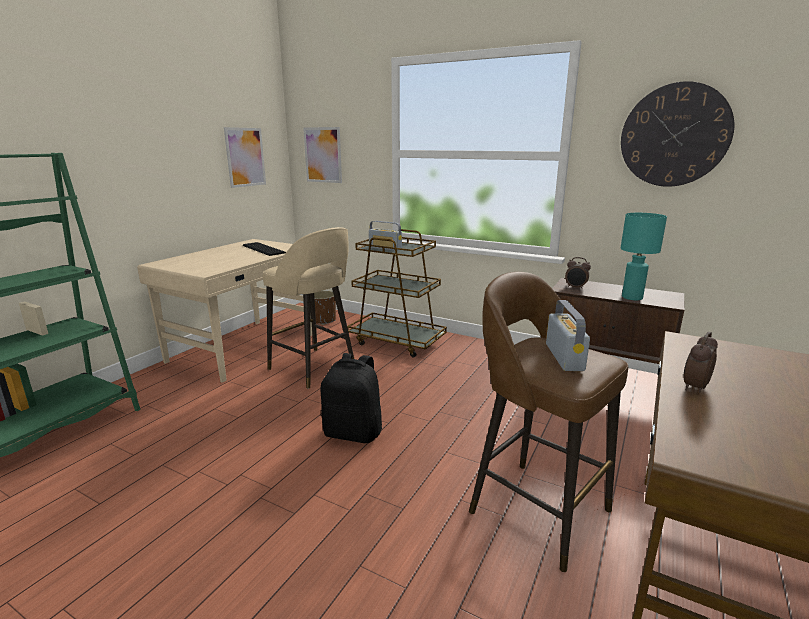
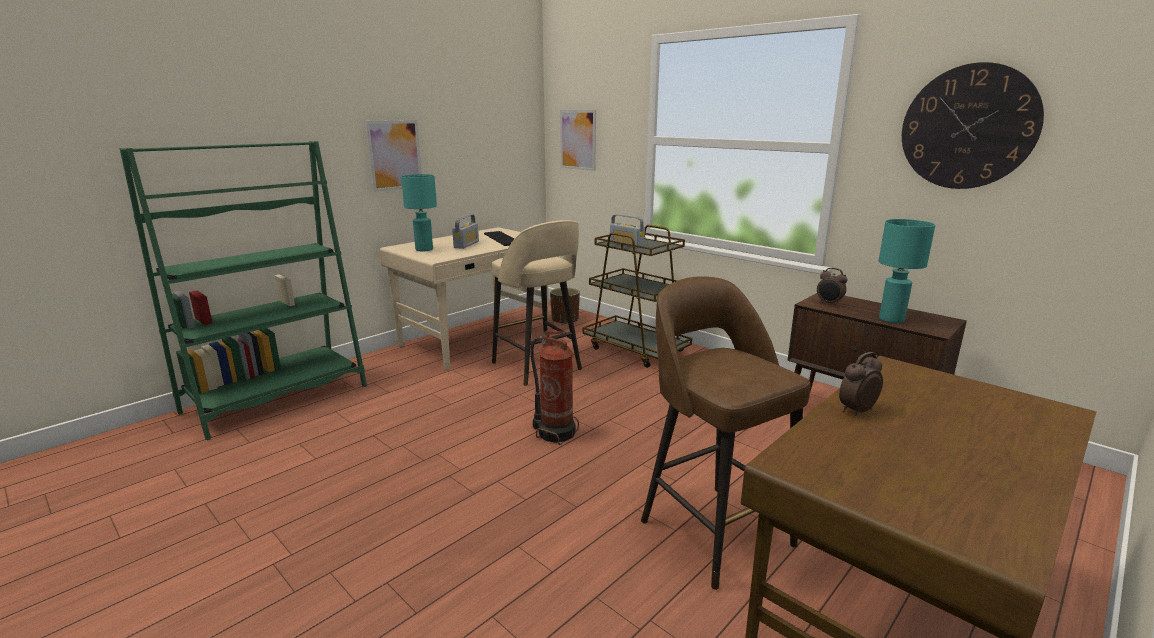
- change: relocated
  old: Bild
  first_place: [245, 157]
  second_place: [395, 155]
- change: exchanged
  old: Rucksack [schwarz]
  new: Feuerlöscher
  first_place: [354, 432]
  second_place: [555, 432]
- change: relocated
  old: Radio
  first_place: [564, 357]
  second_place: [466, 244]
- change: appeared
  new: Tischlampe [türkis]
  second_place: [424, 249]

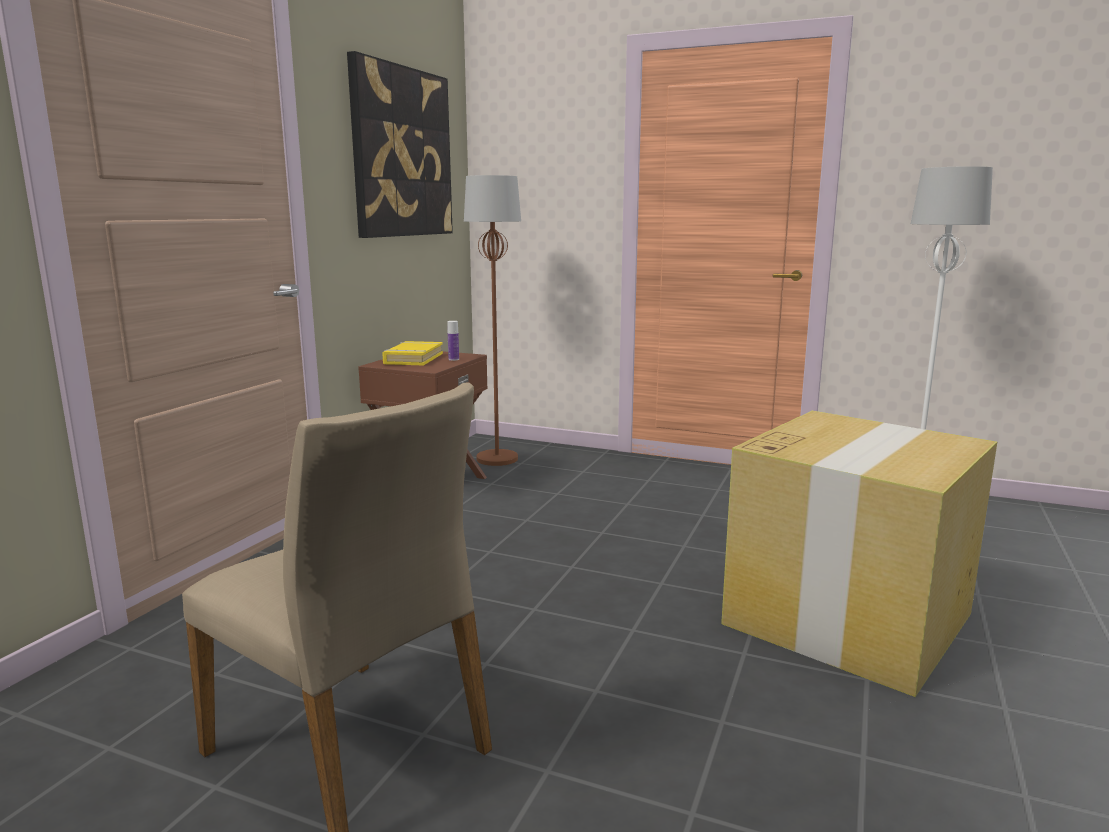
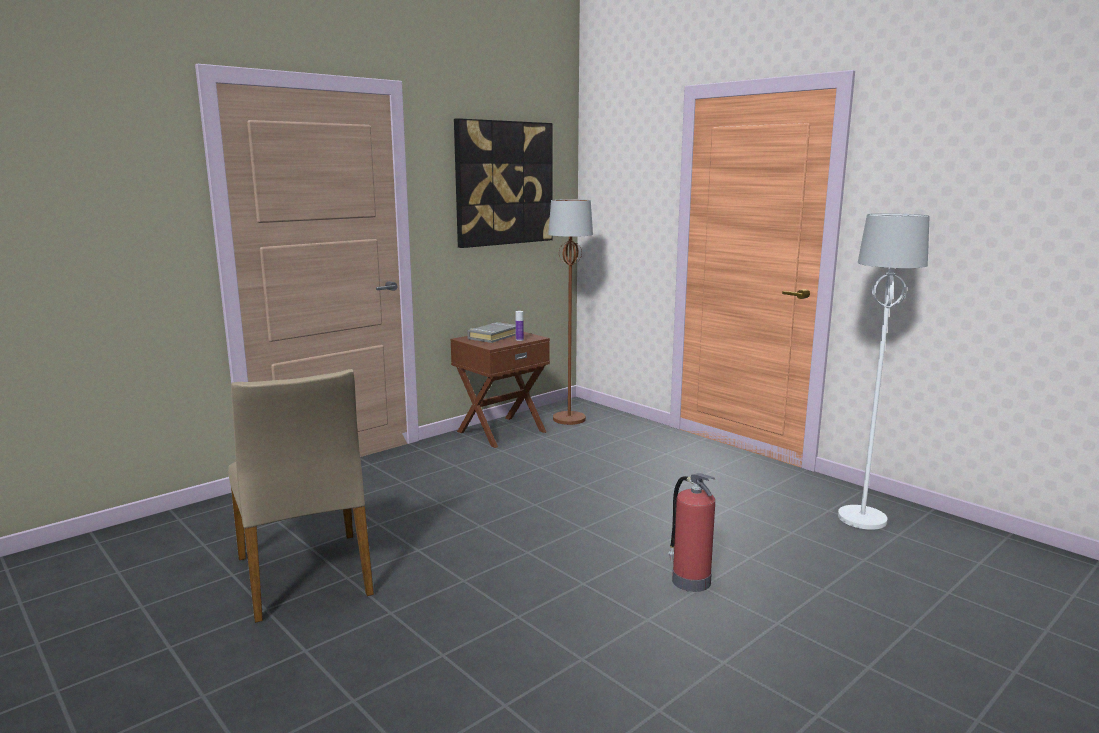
- change: colour
  old: Buch [gelb]
  new: Buch [grau]
  first_place: [413, 359]
  second_place: [493, 336]
- change: exchanged
  old: Karton
  new: Feuerlöscher
  first_place: [848, 617]
  second_place: [690, 580]

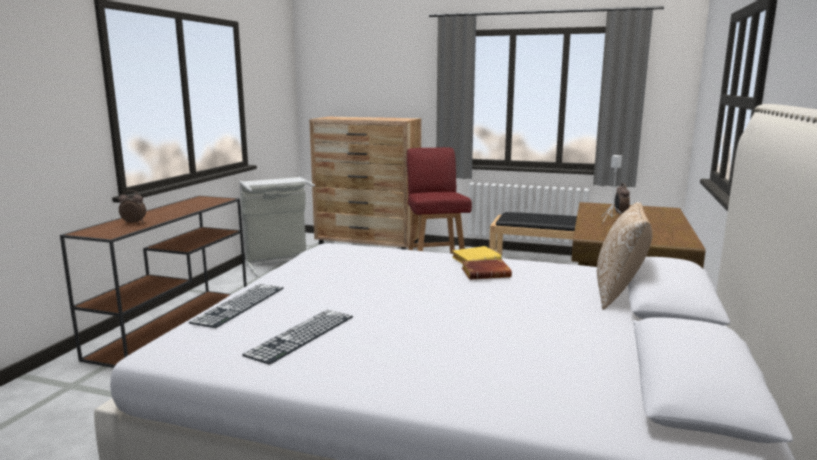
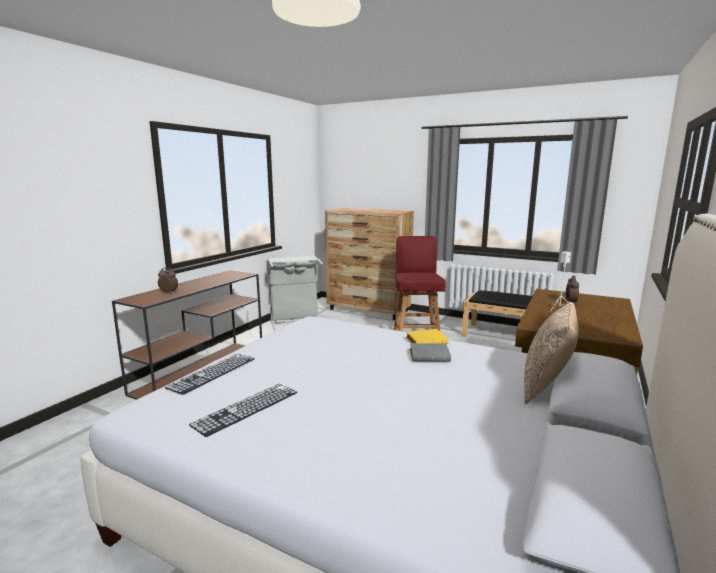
- change: colour
  old: Buch [braun]
  new: Buch [grau]
  first_place: [486, 274]
  second_place: [430, 356]

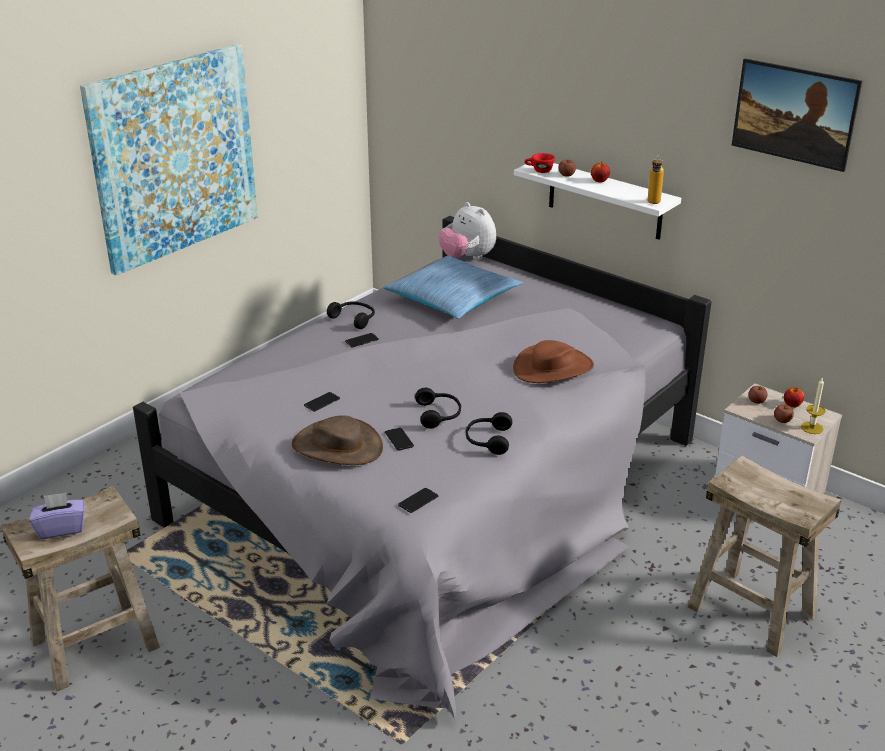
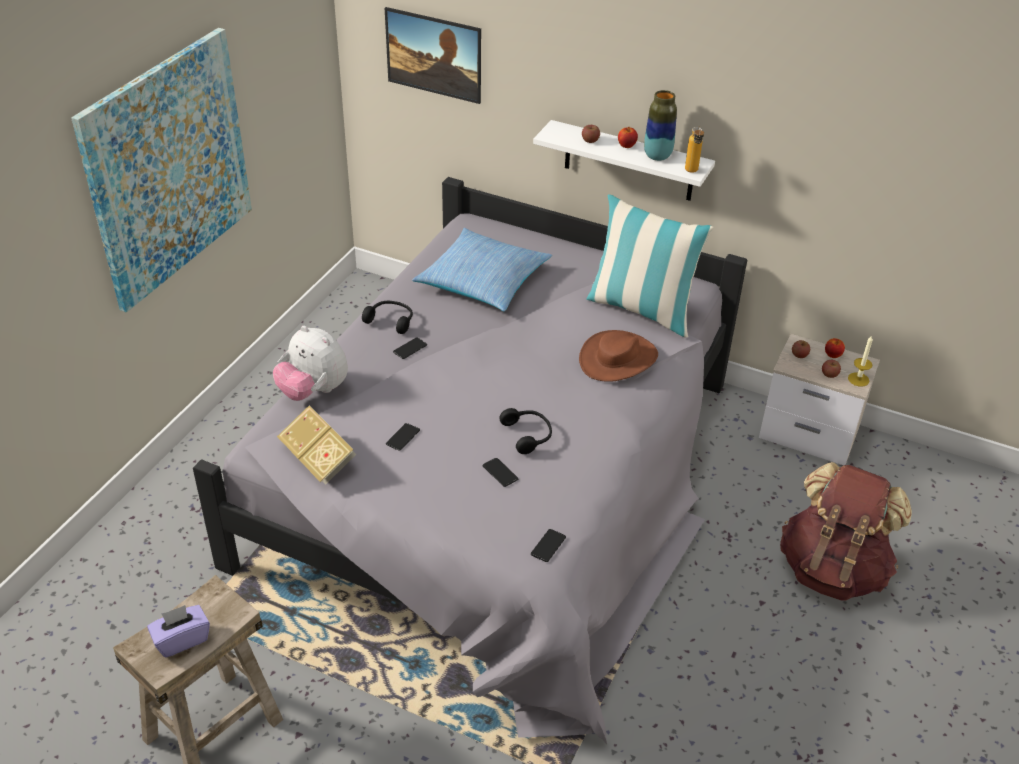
- change: missing
  old: Hut [braun]
  first_place: [337, 446]
- change: relocated
  old: Plüschtier
  first_place: [467, 258]
  second_place: [313, 391]
- change: missing
  old: Kopfhörer [schwarz]
  first_place: [487, 440]
- change: missing
  old: Tasse [rot]
  first_place: [539, 171]
- change: exchanged
  old: Hocker [beige]
  new: Rucksack [braun]
  first_place: [752, 611]
  second_place: [832, 569]
- change: relocated
  old: Bild
  first_place: [790, 136]
  second_place: [434, 73]
- change: appeared
  new: Buch
  second_place: [319, 459]
- change: appeared
  new: Kissen
  second_place: [641, 310]
- change: appeared
  new: Vase
  second_place: [657, 156]

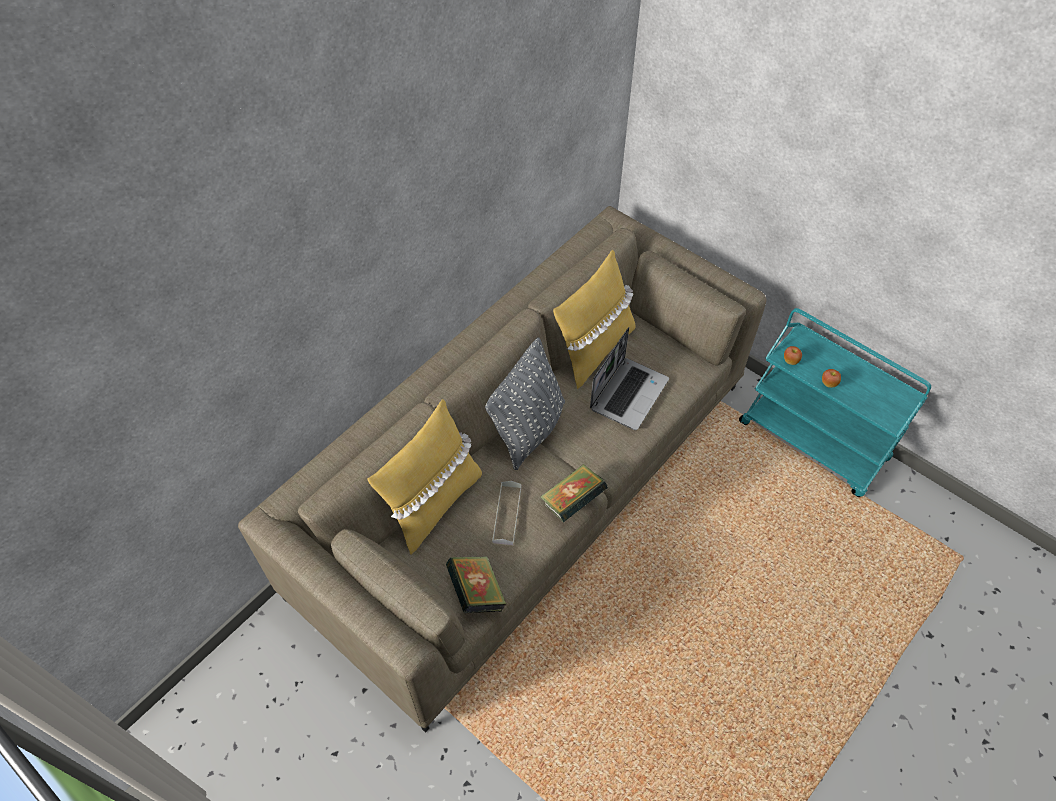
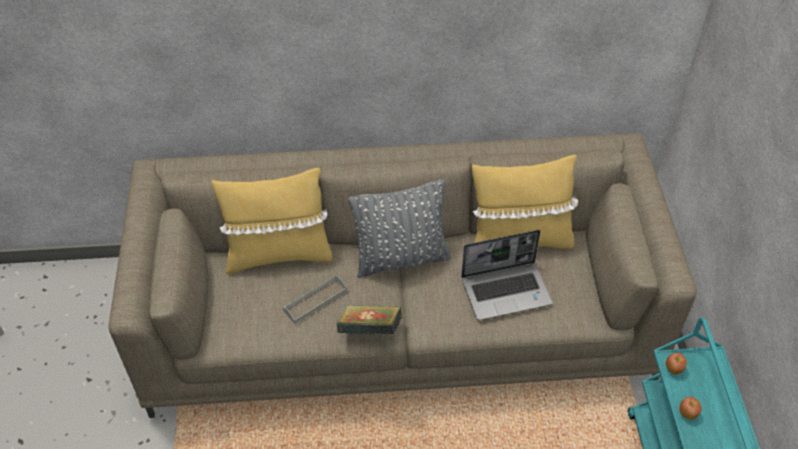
- change: missing
  old: Buch
  first_place: [476, 592]

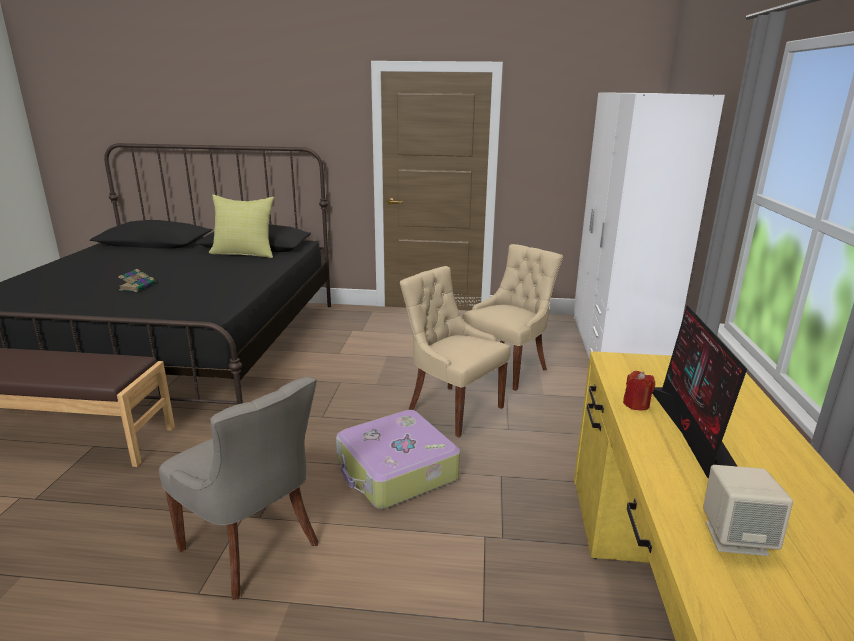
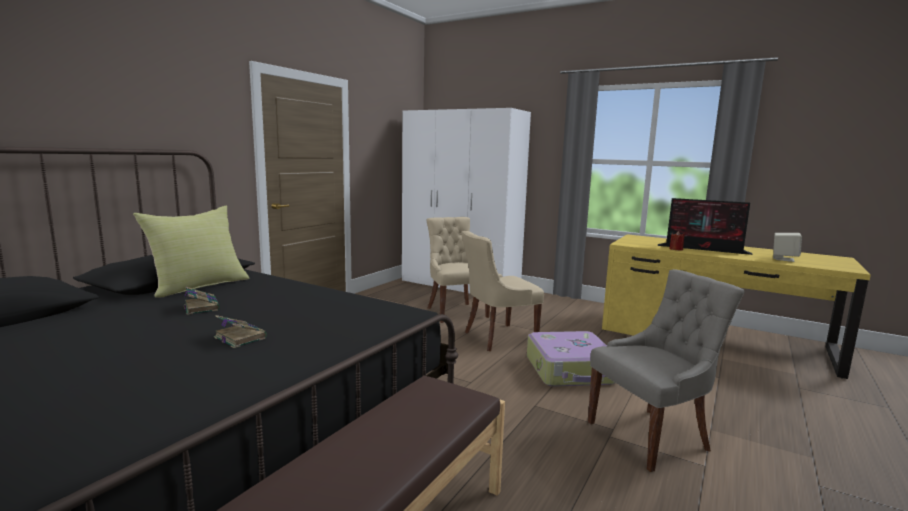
- change: appeared
  new: Buch
  second_place: [201, 307]

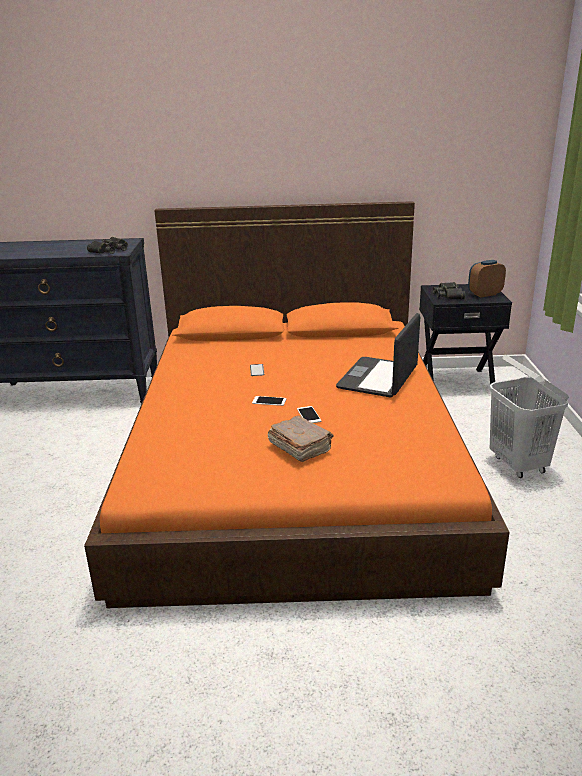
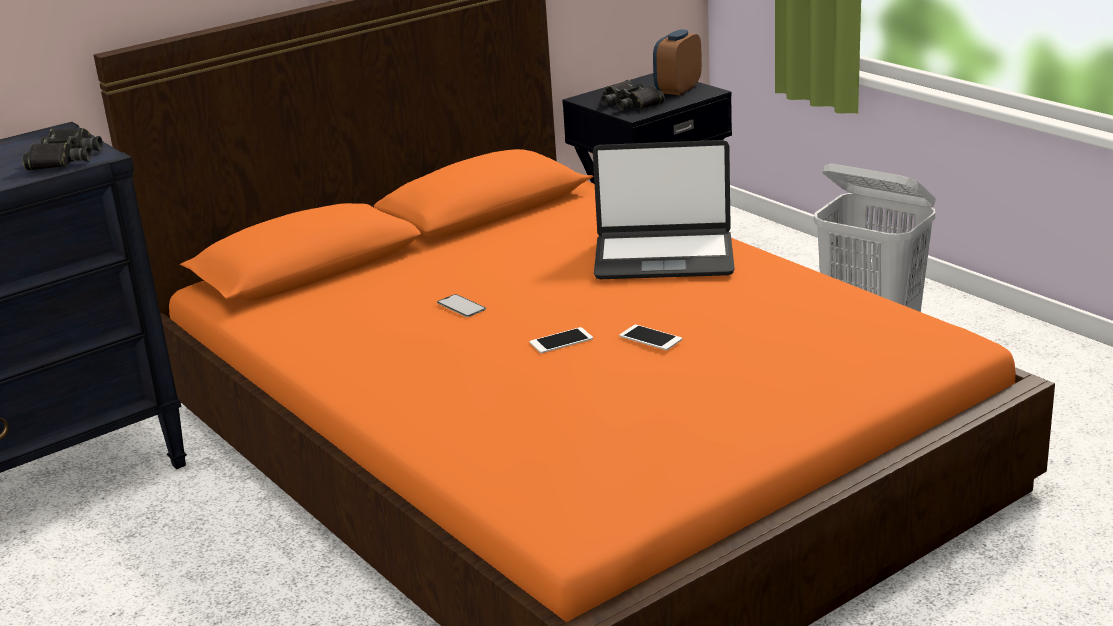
- change: missing
  old: Buch [braun]
  first_place: [299, 448]
- change: spun
  old: Laptop
  first_place: [378, 378]
  second_place: [664, 257]
  degrees: -75

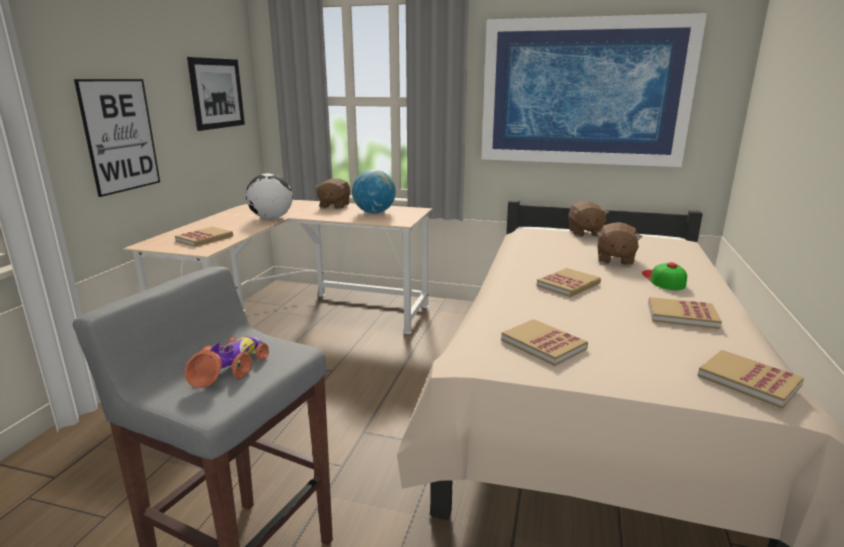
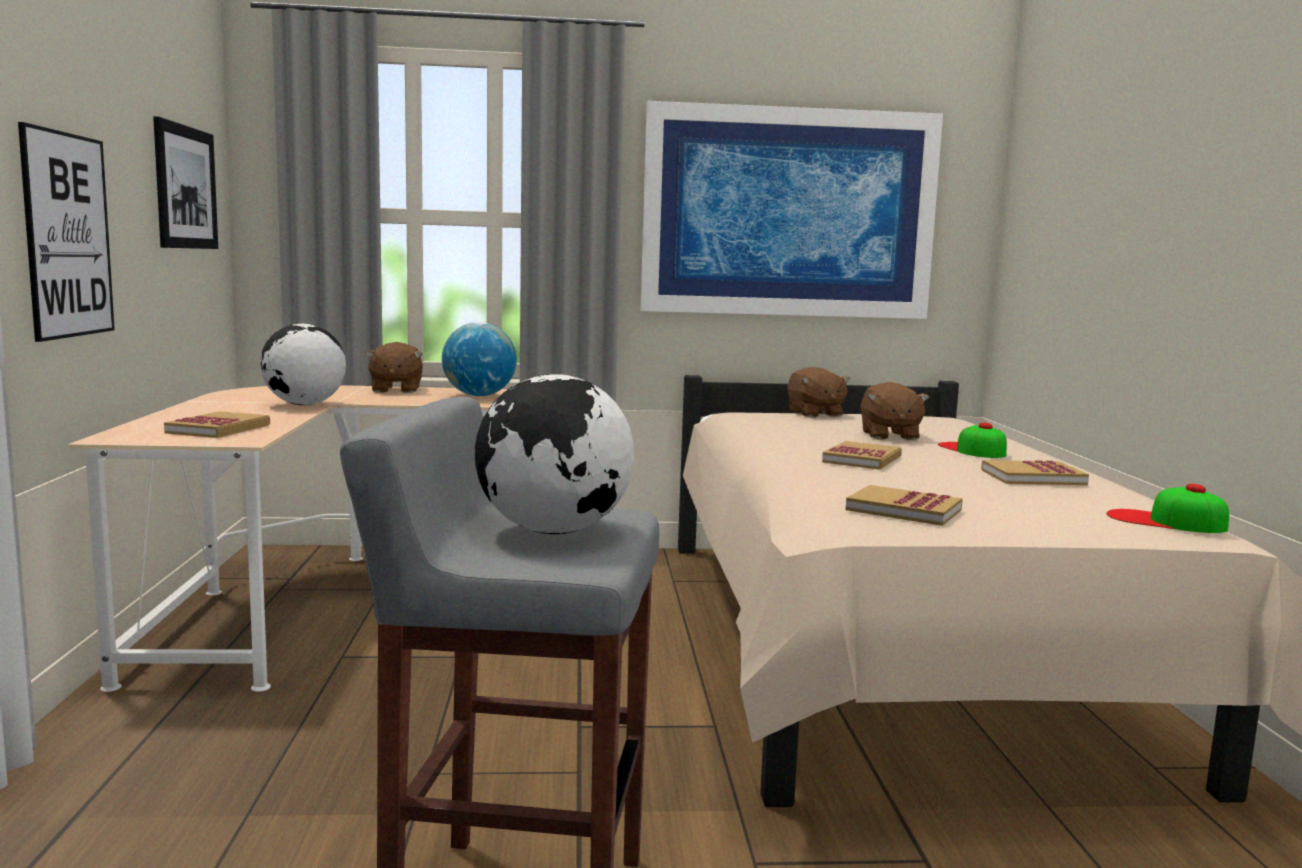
- change: exchanged
  old: Spielzeugauto
  new: Globus
  first_place: [231, 368]
  second_place: [553, 531]
- change: exchanged
  old: Buch
  new: Kappe
  first_place: [748, 381]
  second_place: [1165, 521]

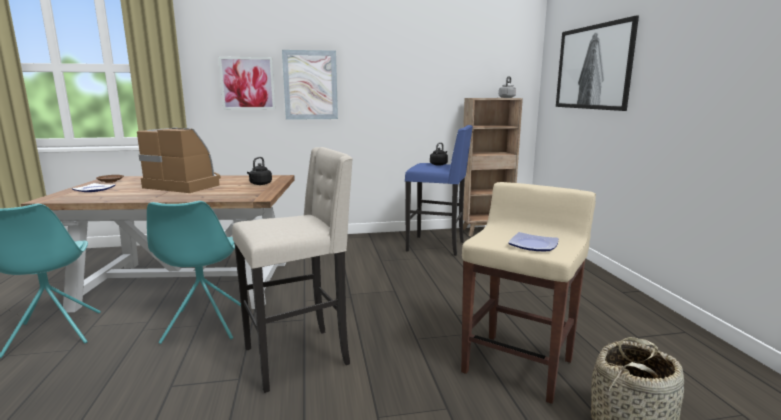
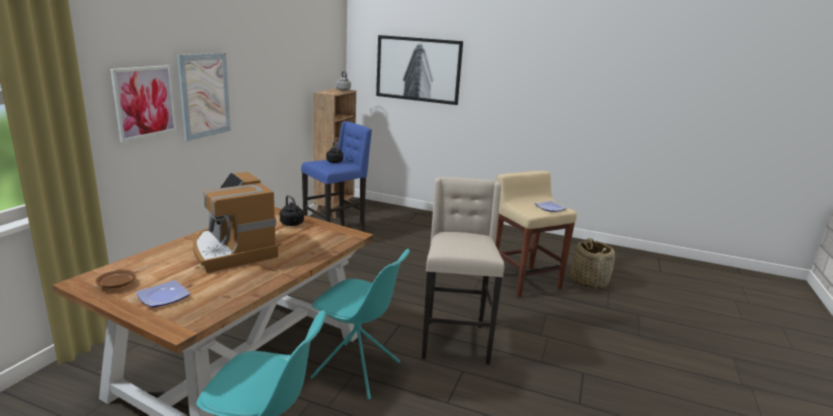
- change: spun
  old: Kaffeemaschine
  first_place: [185, 185]
  second_place: [232, 251]
  degrees: -90

